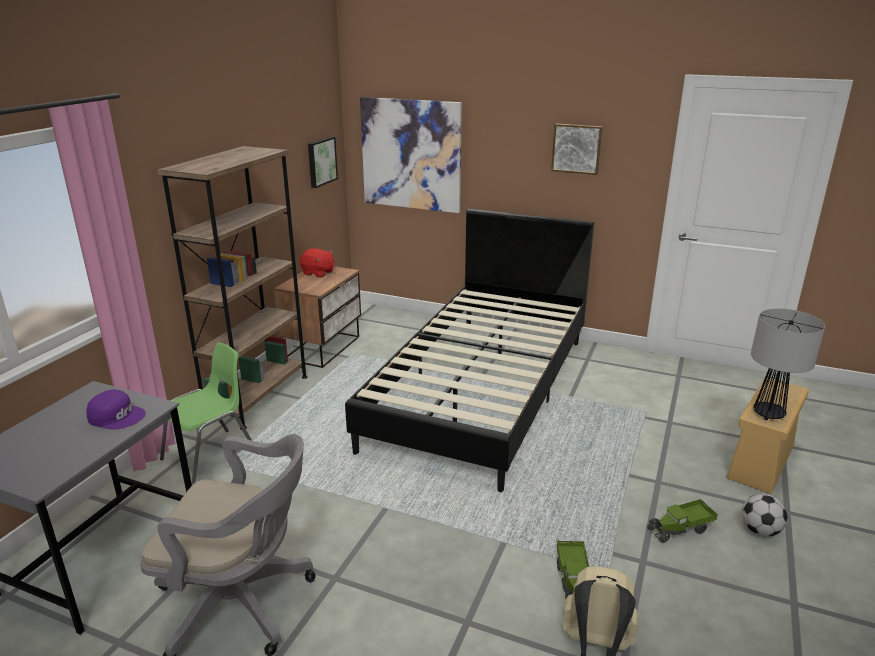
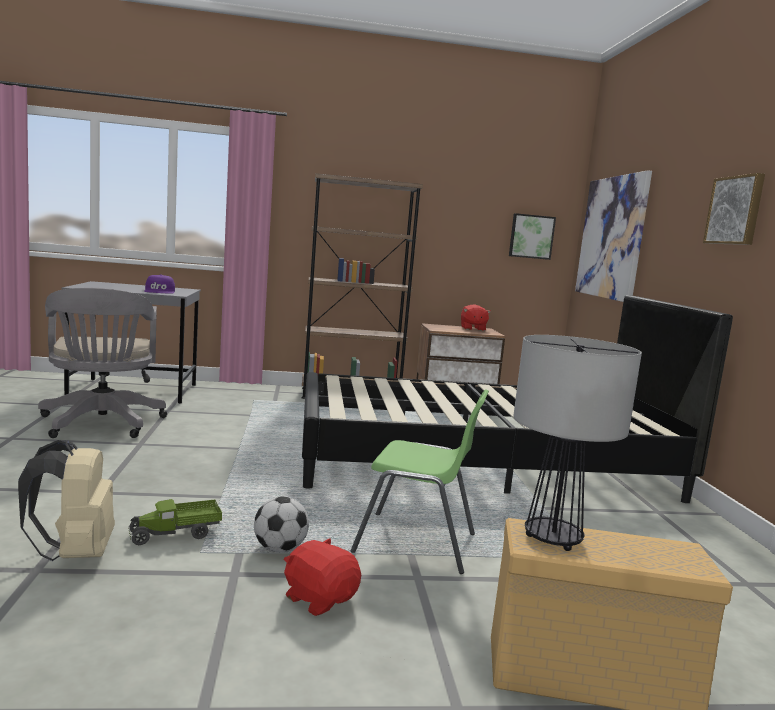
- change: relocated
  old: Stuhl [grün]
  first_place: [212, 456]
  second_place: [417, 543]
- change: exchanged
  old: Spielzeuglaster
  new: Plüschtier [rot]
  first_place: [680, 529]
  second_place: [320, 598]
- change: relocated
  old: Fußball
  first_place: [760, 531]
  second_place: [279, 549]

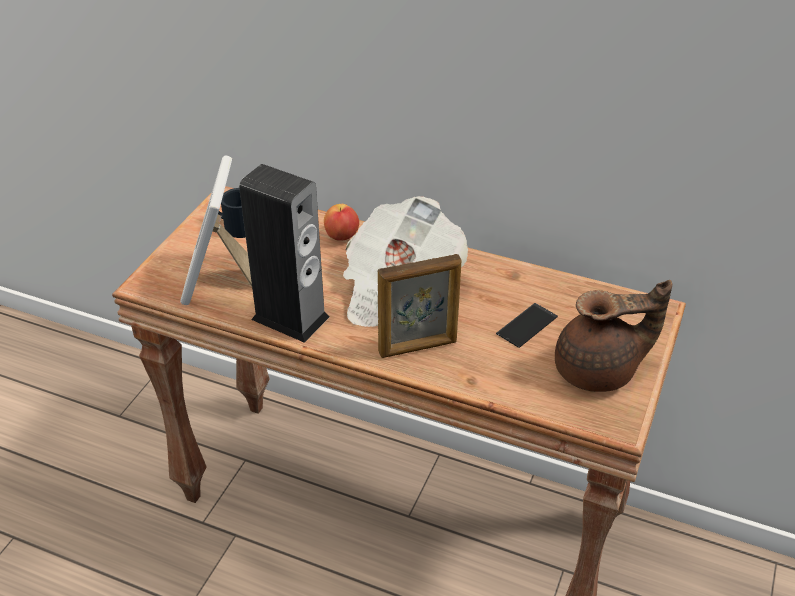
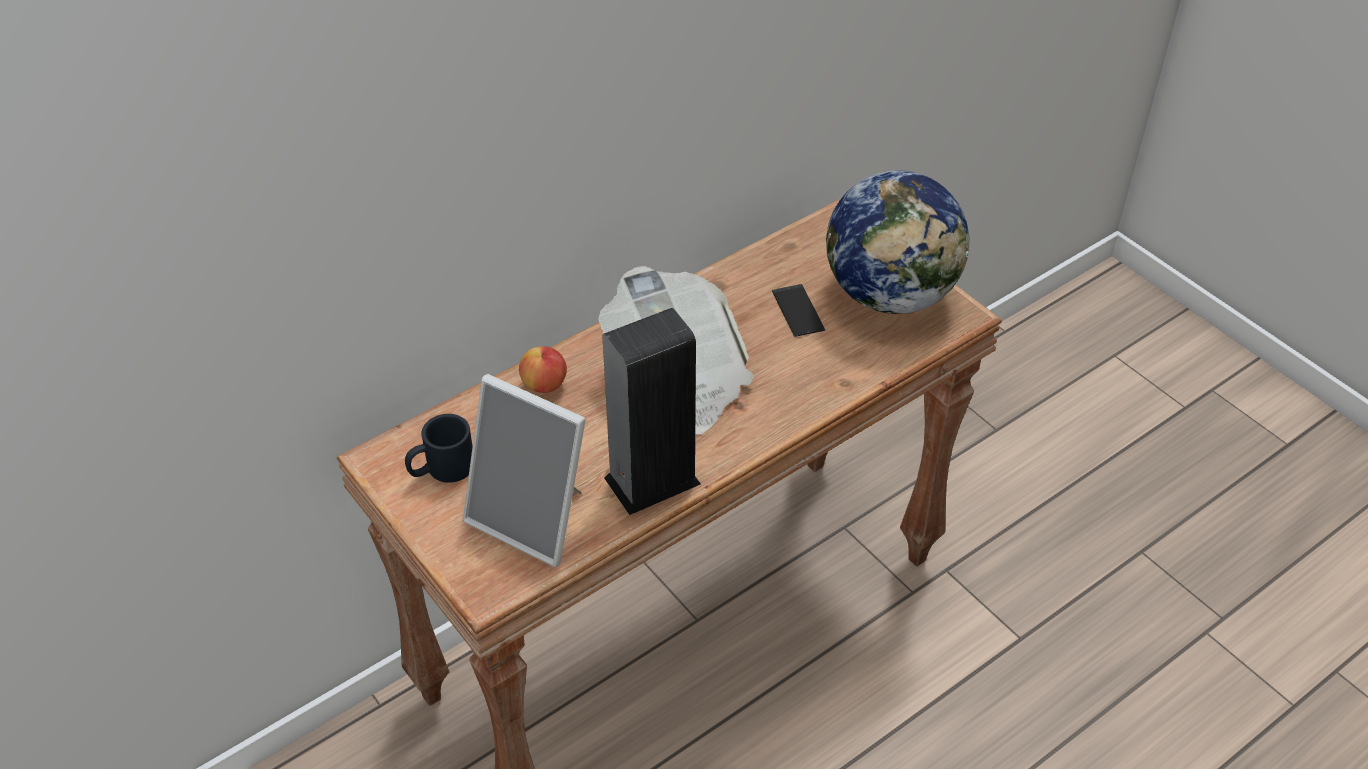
- change: missing
  old: Bilderrahmen
  first_place: [418, 347]
- change: exchanged
  old: Teekanne [braun]
  new: Globus
  first_place: [599, 371]
  second_place: [891, 294]

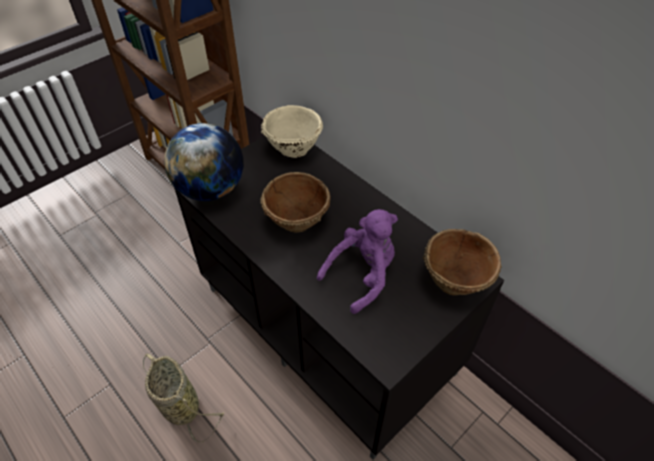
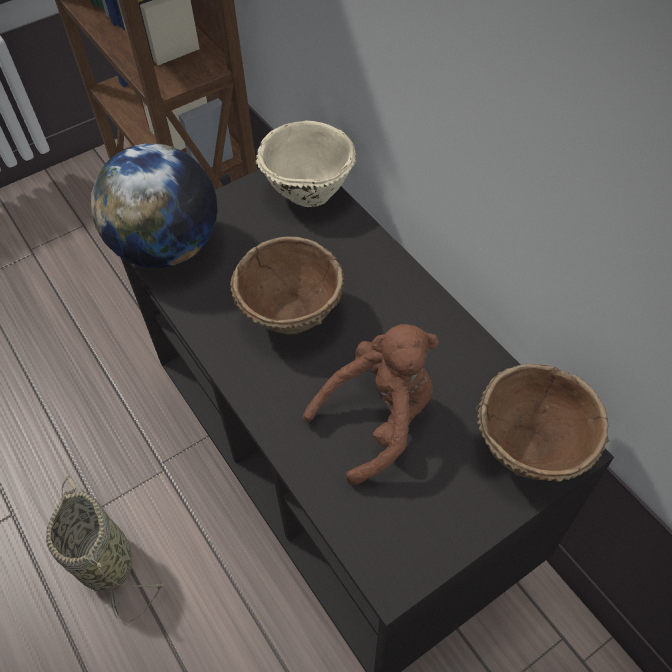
- change: colour
  old: Plüschtier [lila]
  new: Plüschtier [braun]
  first_place: [362, 275]
  second_place: [378, 420]

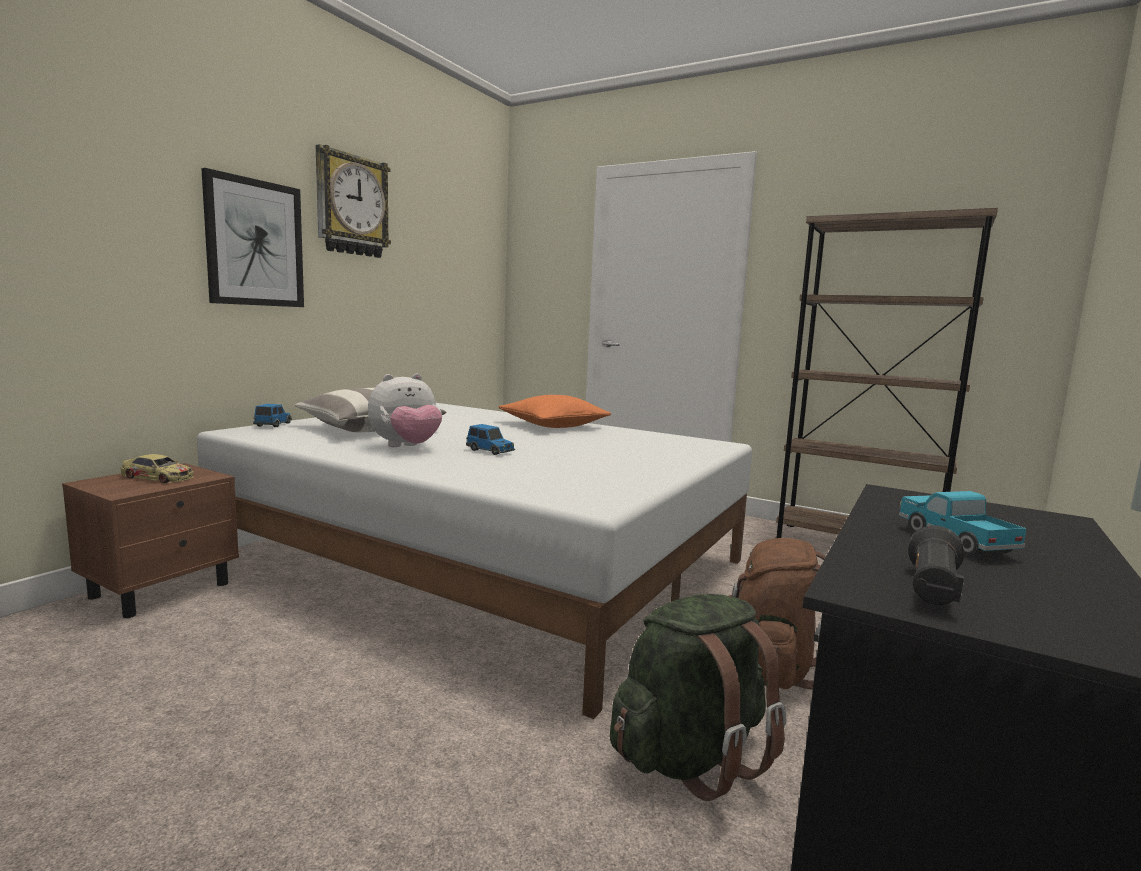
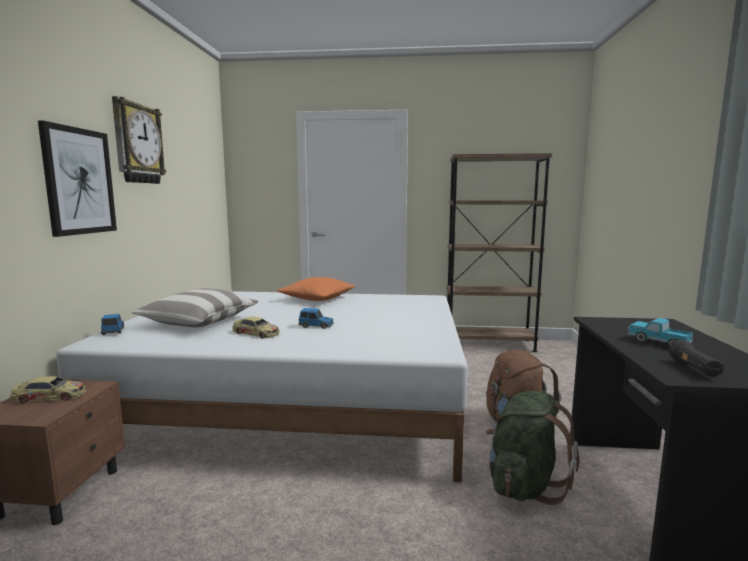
- change: exchanged
  old: Plüschtier
  new: Spielzeugauto
  first_place: [406, 447]
  second_place: [256, 333]

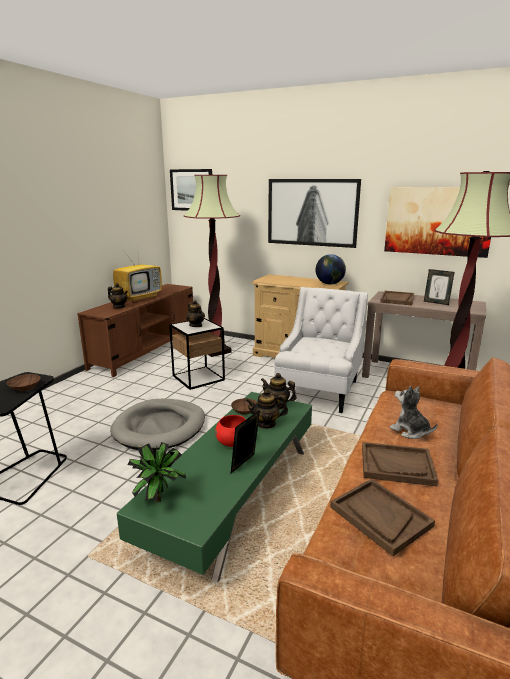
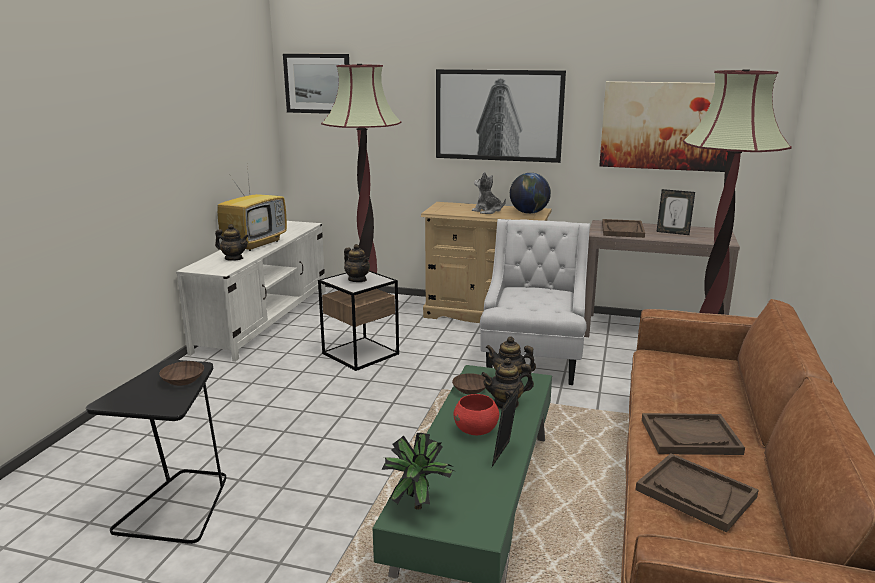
- change: colour
  old: Fernsehschrank [braun]
  new: Fernsehschrank [weiß]
  first_place: [146, 350]
  second_place: [264, 319]
- change: missing
  old: Hundebett [grau]
  first_place: [160, 427]
- change: relocated
  old: Plüschtier
  first_place: [410, 431]
  second_place: [487, 211]

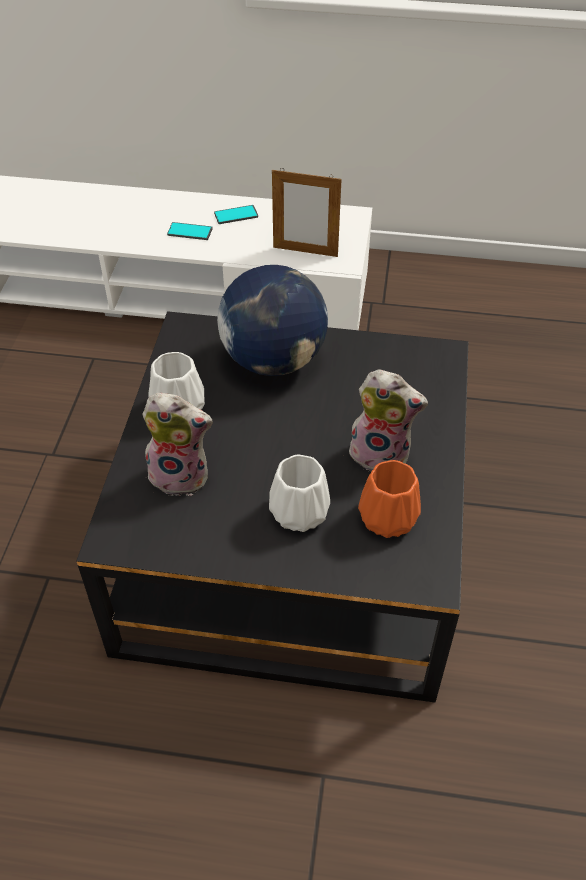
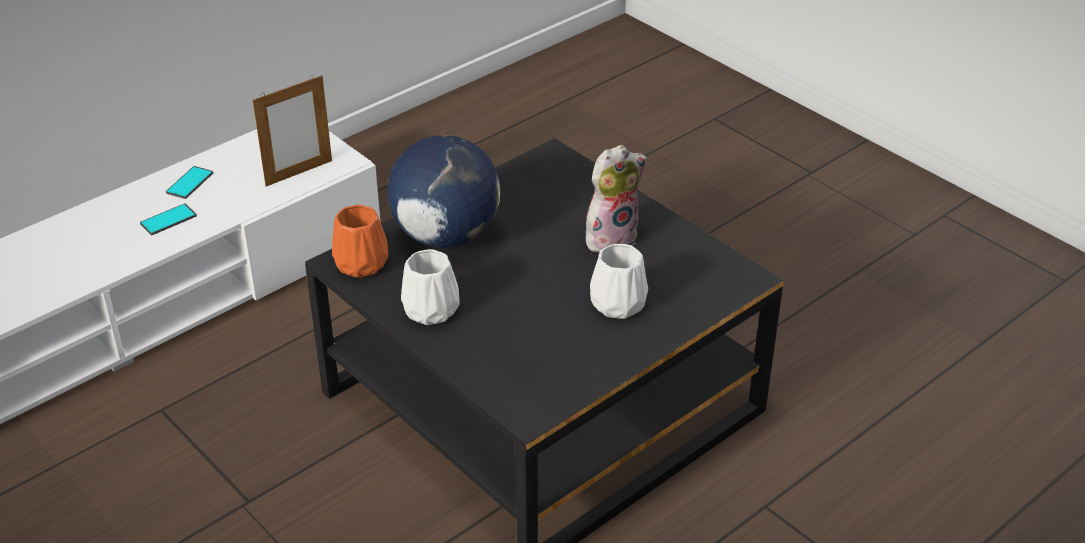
- change: missing
  old: Plüschtier
  first_place: [182, 475]
- change: relocated
  old: Vase [orange]
  first_place: [389, 517]
  second_place: [361, 263]

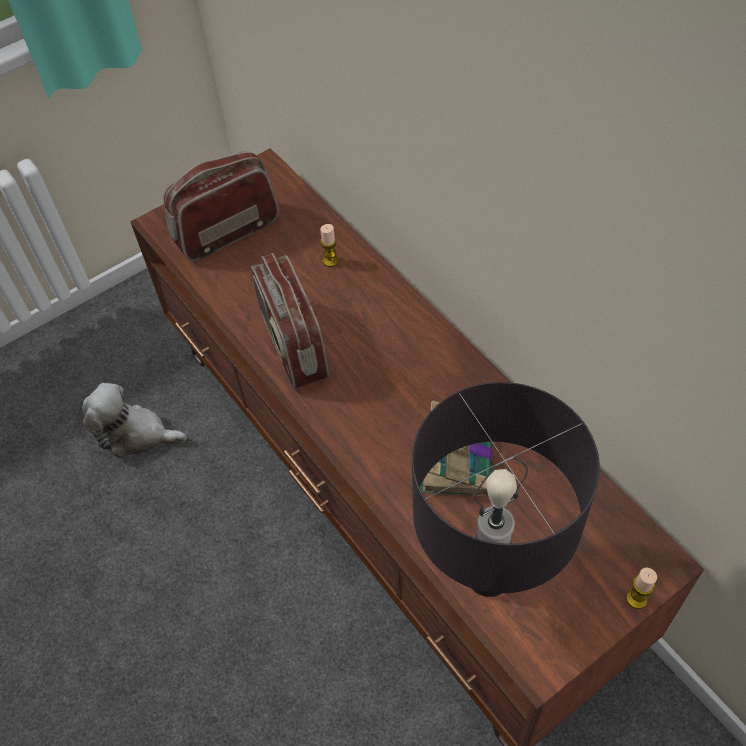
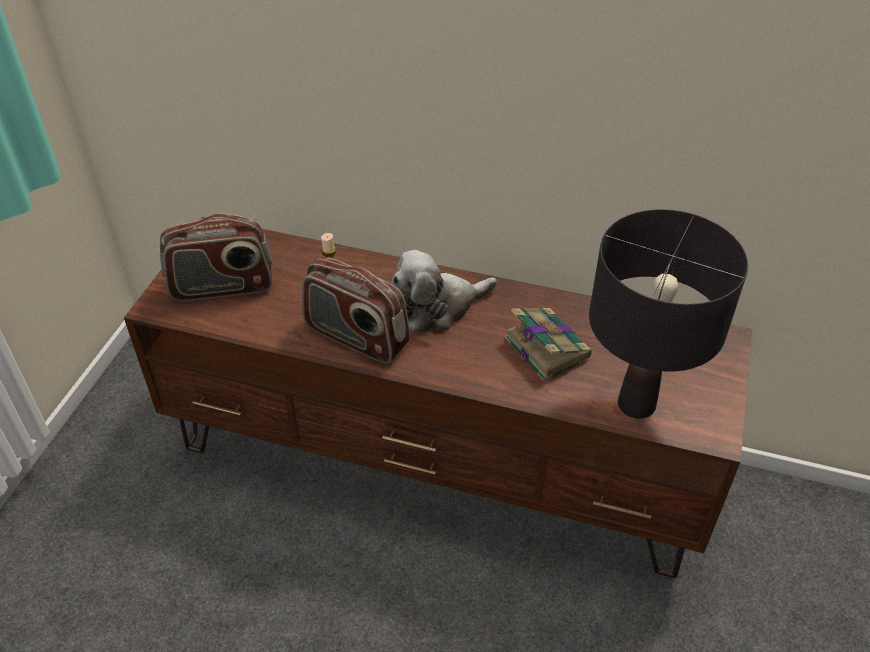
- change: relocated
  old: Plüschtier
  first_place: [135, 434]
  second_place: [439, 307]
- change: spun
  old: Radio
  first_place: [226, 231]
  second_place: [222, 287]
  degrees: -120
- change: missing
  old: Kerze
  first_place: [636, 599]

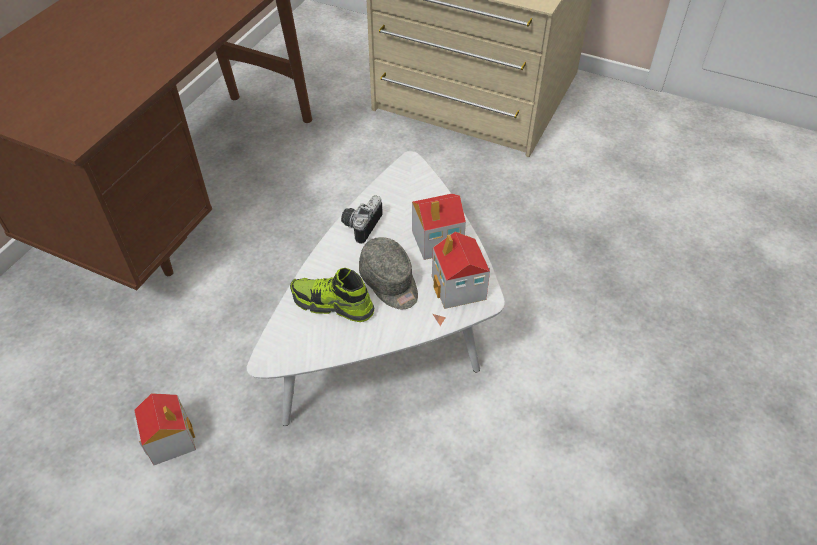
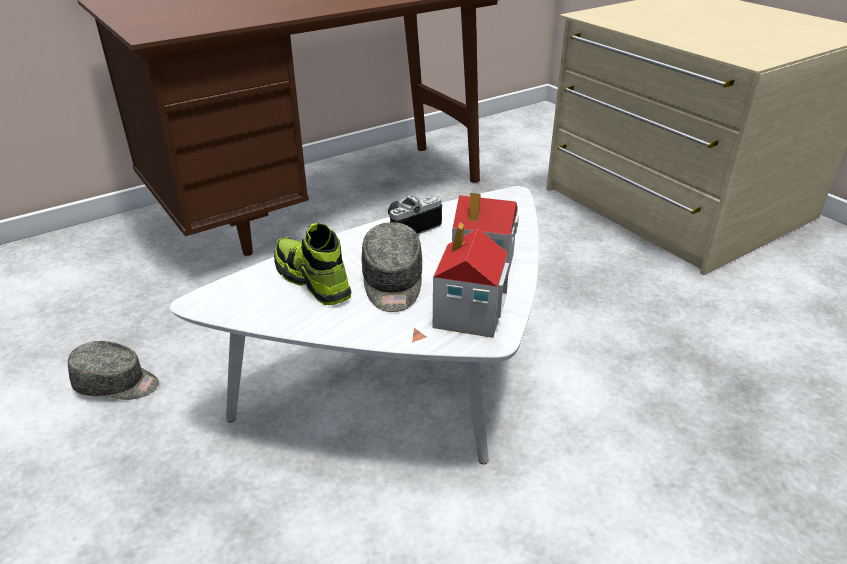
- change: exchanged
  old: Spielzeughaus
  new: Kappe [grau]
  first_place: [170, 439]
  second_place: [117, 384]

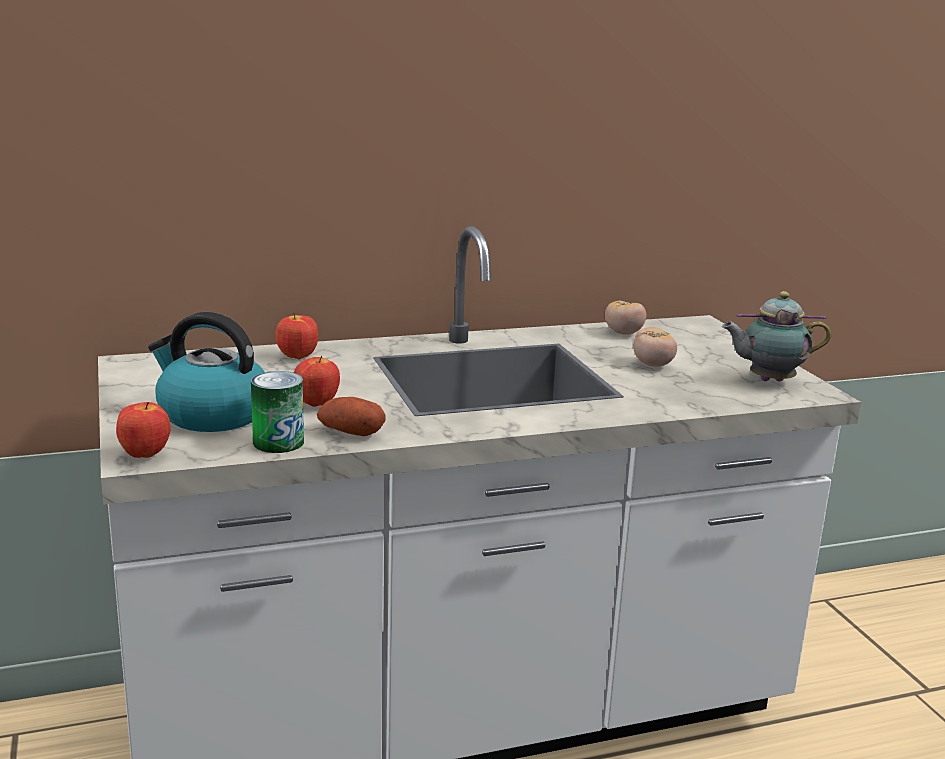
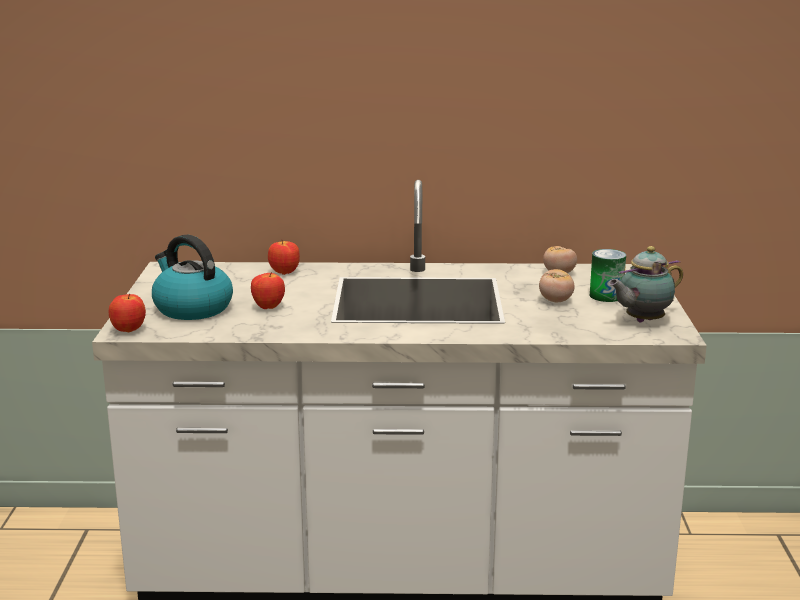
- change: relocated
  old: Dose
  first_place: [278, 442]
  second_place: [606, 296]
- change: missing
  old: Kartoffel
  first_place: [350, 432]
- change: spun
  old: Teekanne
  first_place: [768, 380]
  second_place: [642, 321]
  degrees: -45

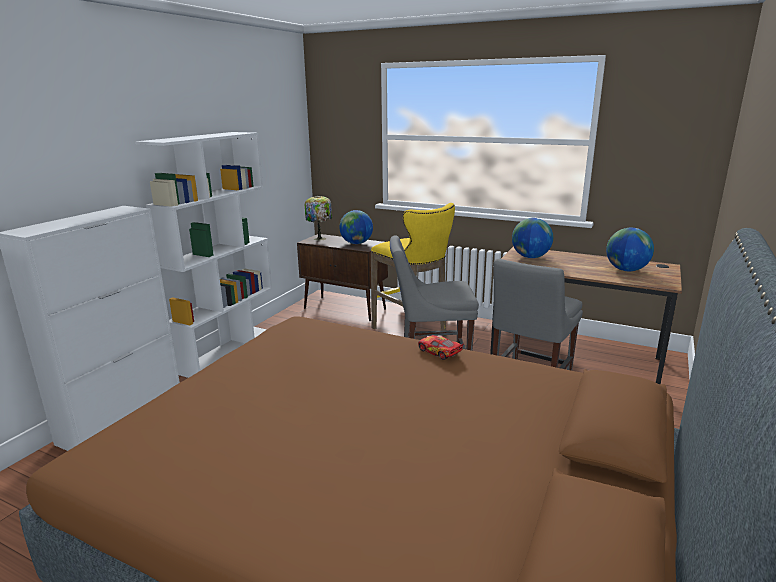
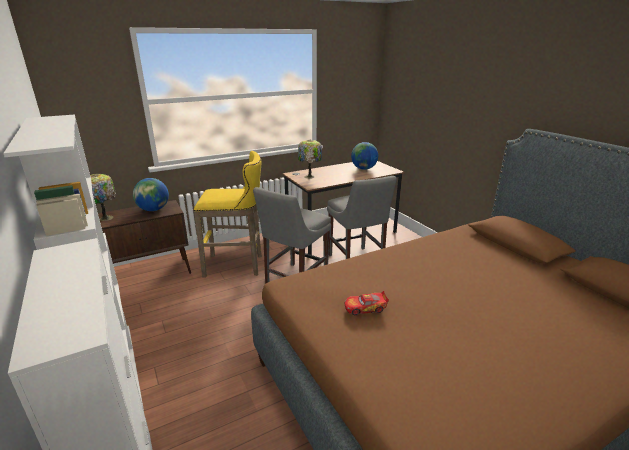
- change: relocated
  old: Spielzeugauto
  first_place: [439, 352]
  second_place: [365, 308]
- change: exchanged
  old: Globus
  new: Tischlampe
  first_place: [530, 257]
  second_place: [309, 177]

